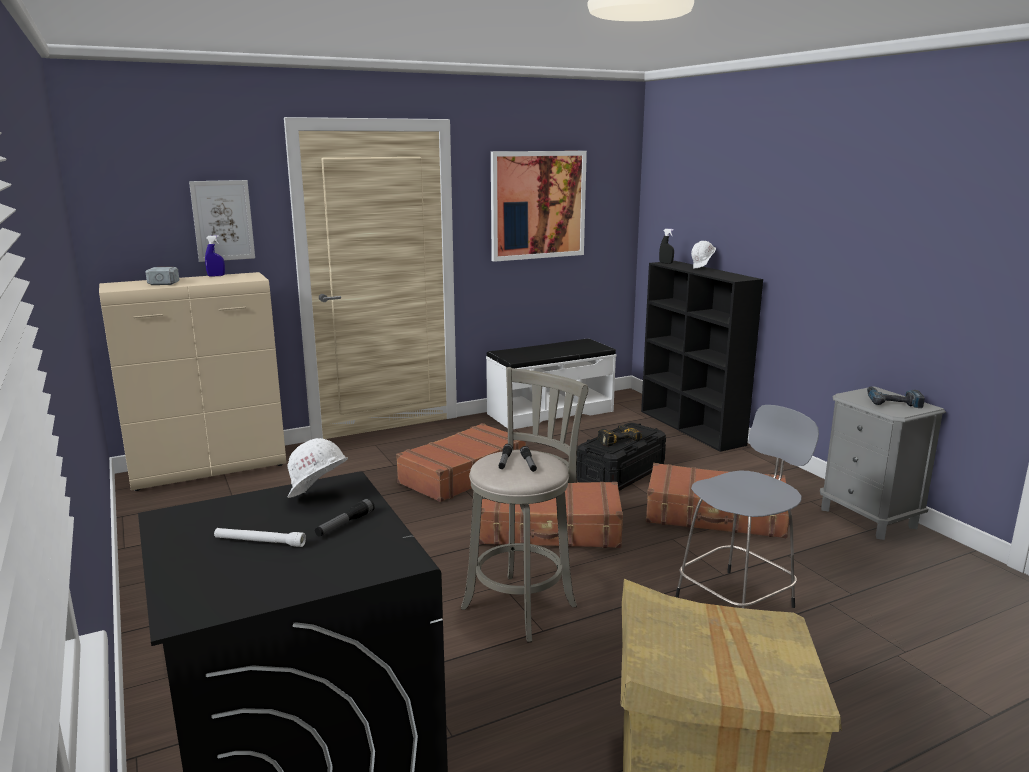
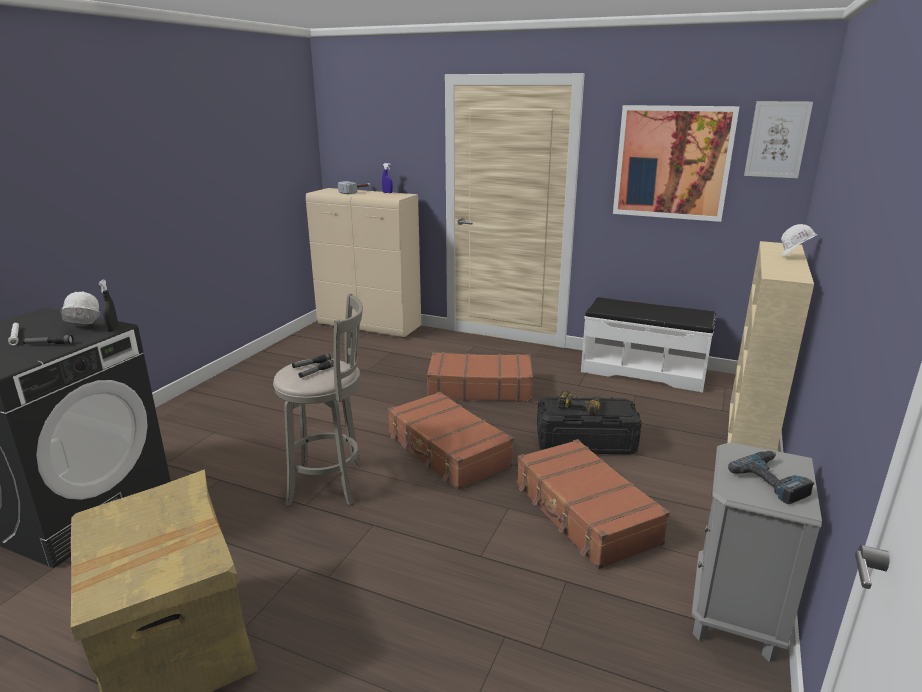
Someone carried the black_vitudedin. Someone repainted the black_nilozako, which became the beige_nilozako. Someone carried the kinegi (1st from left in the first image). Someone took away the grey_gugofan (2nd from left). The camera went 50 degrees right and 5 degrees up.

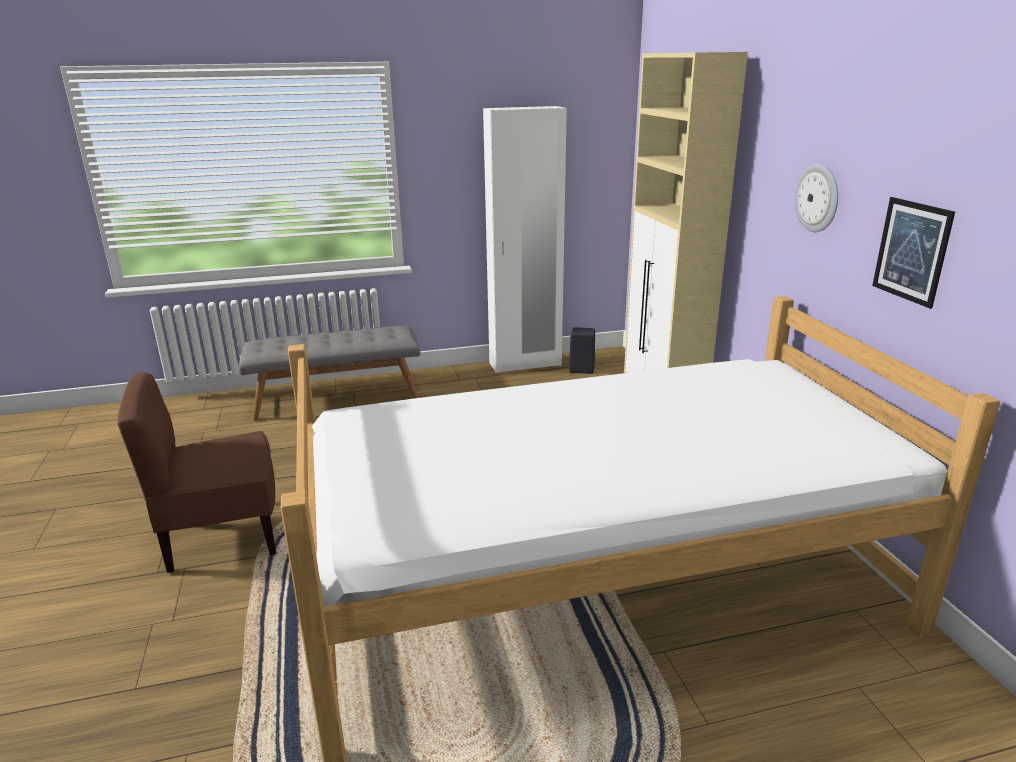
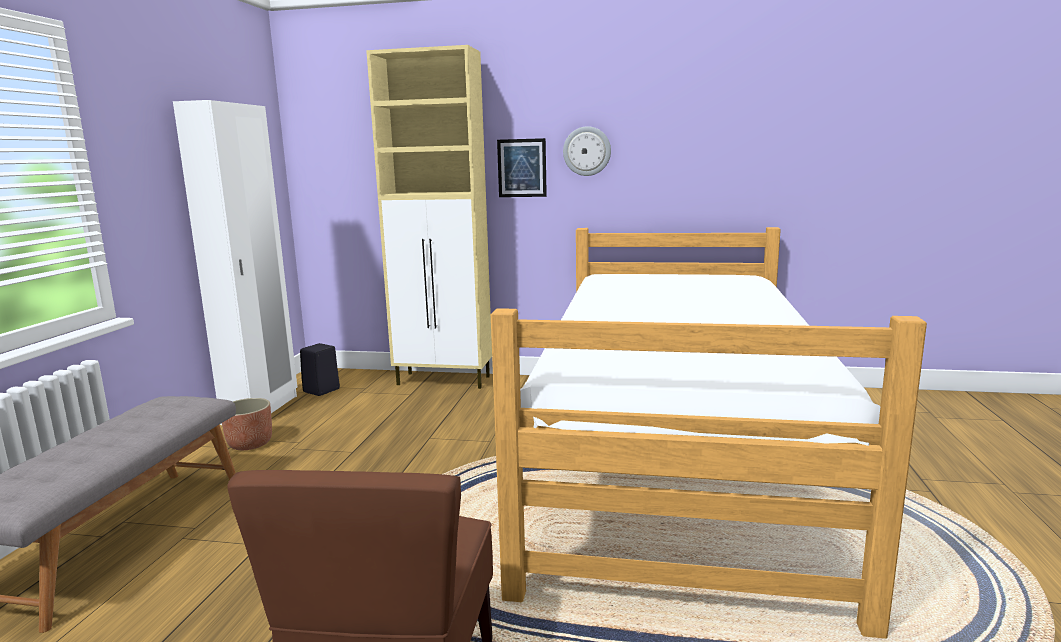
Someone put down the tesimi. Someone carried the kinegi. The camera went 65 degrees left and 10 degrees down.

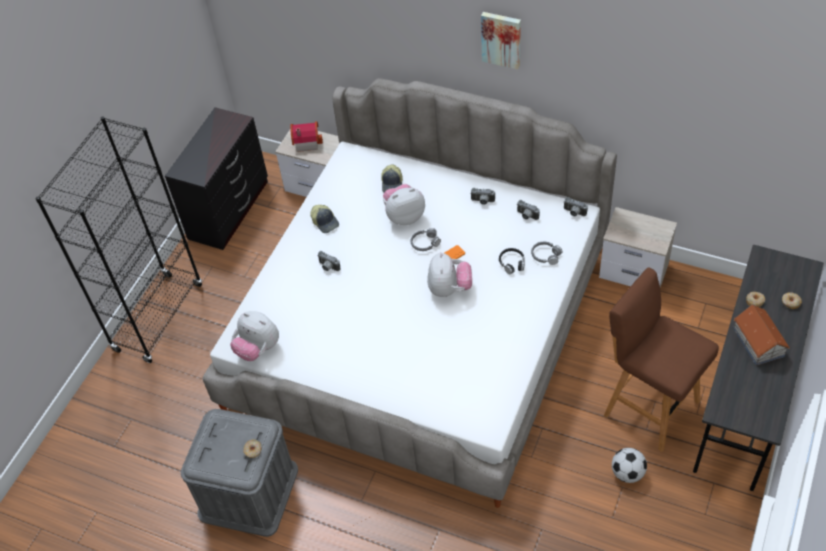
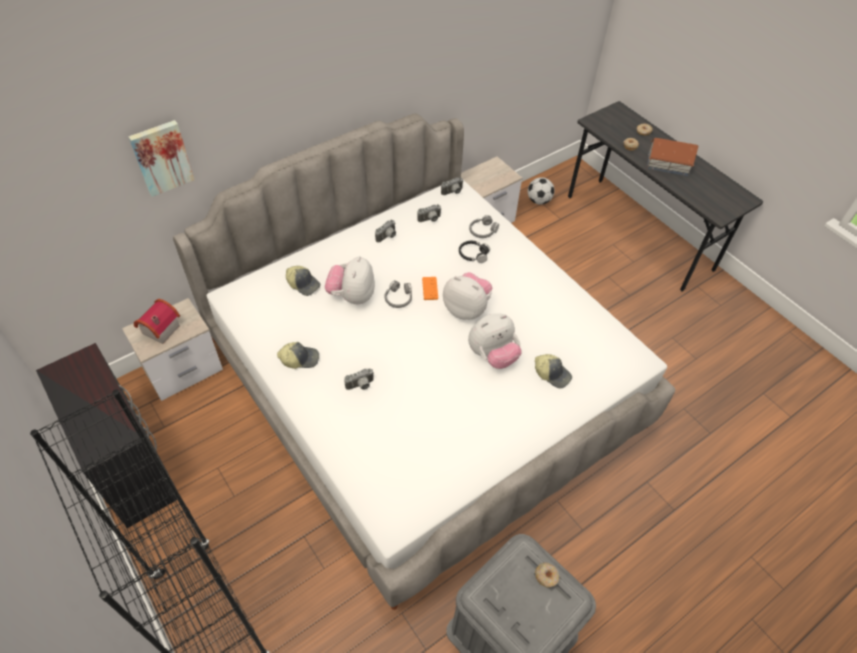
Someone carried the kinegi. Someone carried the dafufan (1st from left in the first image). Someone carried the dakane. Someone put down the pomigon (3rd from left). Someone took away the brown_gugofan. The camera went 65 degrees left and 0 degrees up.

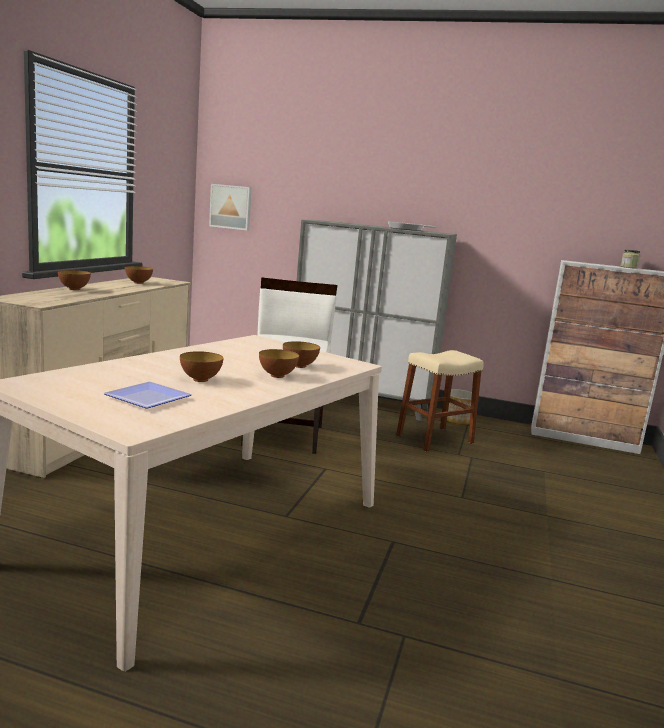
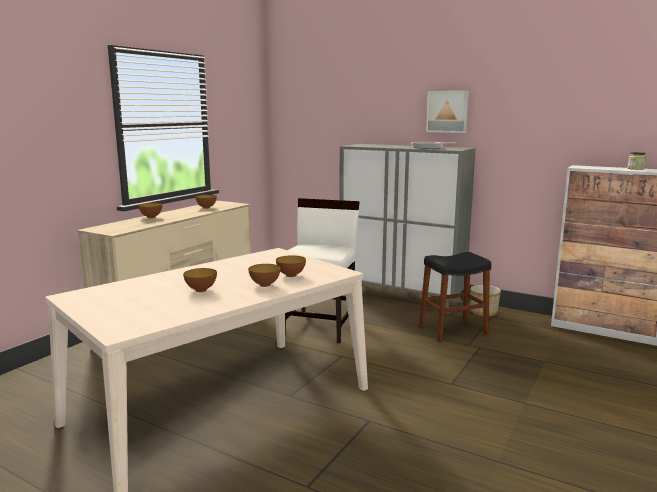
Someone repainted the beige_gugofan, which became the black_gugofan. Someone carried the kinegi. Someone took away the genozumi. The camera went 15 degrees right and 0 degrees up.

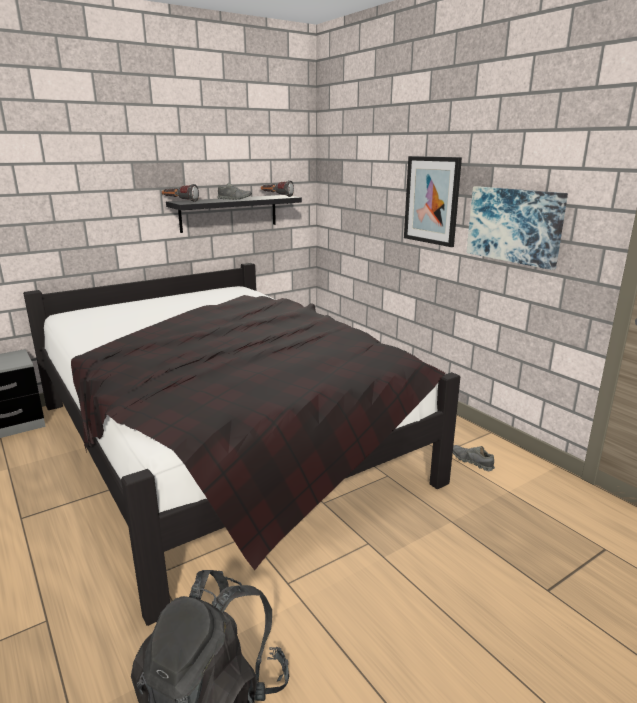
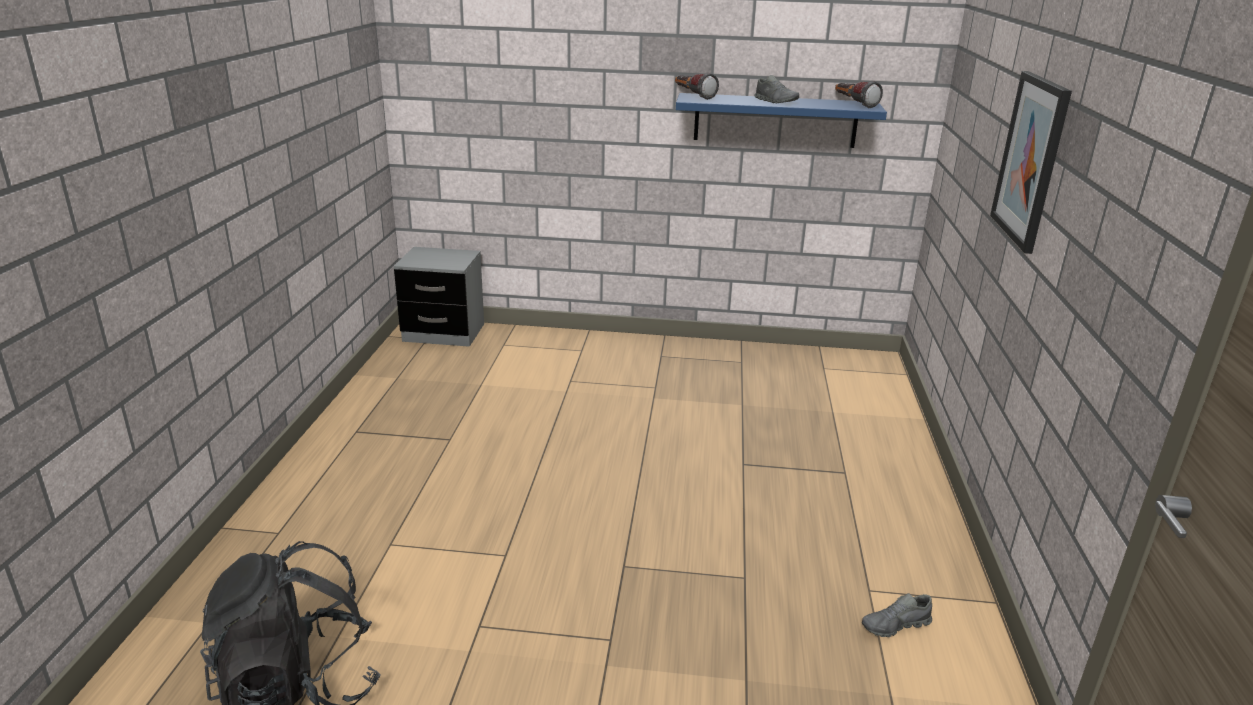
Someone repainted the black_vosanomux, which became the blue_vosanomux. Someone rotated the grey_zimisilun (2nd from left) by 105 degrees counterclockwise. Someone took away the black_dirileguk. Someone took away the kinegi (2nd from left). The camera went 40 degrees right and 5 degrees up.

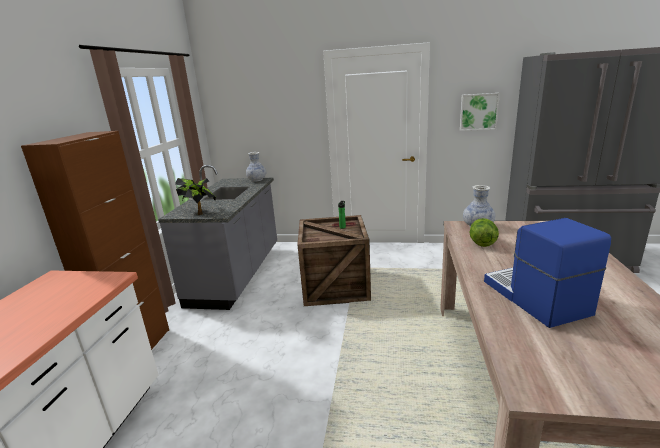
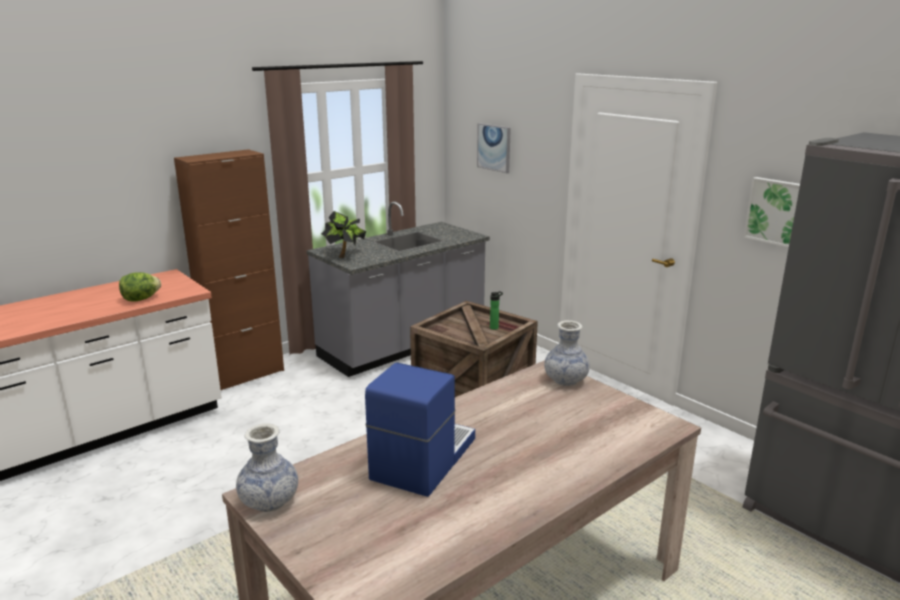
Someone carried the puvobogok. Someone carried the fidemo (1st from left). Someone put up the kinegi (1st from left). The camera went 40 degrees right and 0 degrees up.

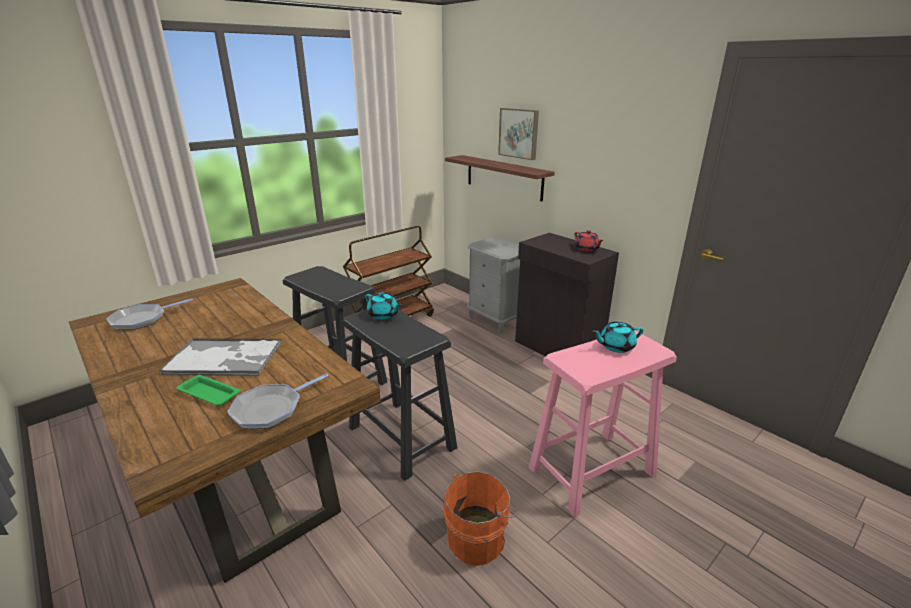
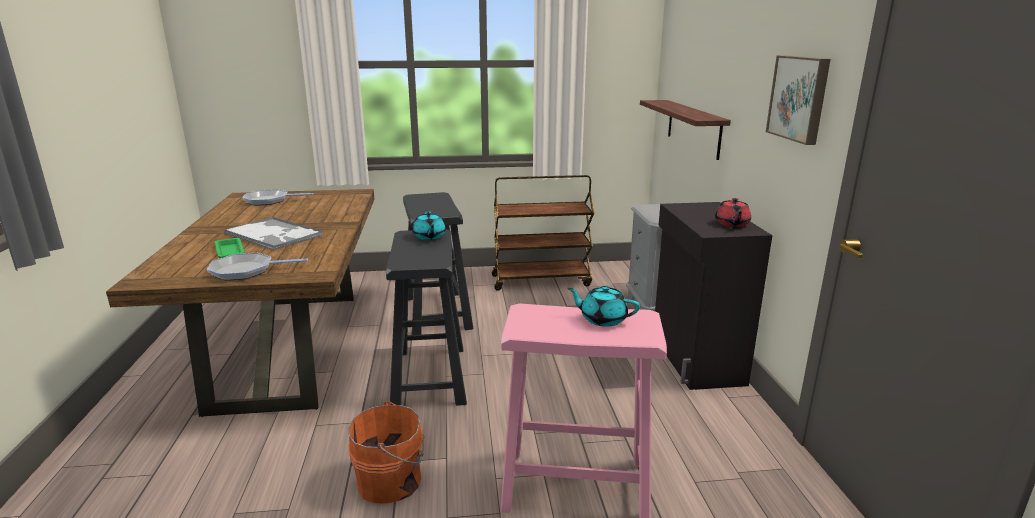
Someone carried the kinegi. The camera went 35 degrees right and 5 degrees down.

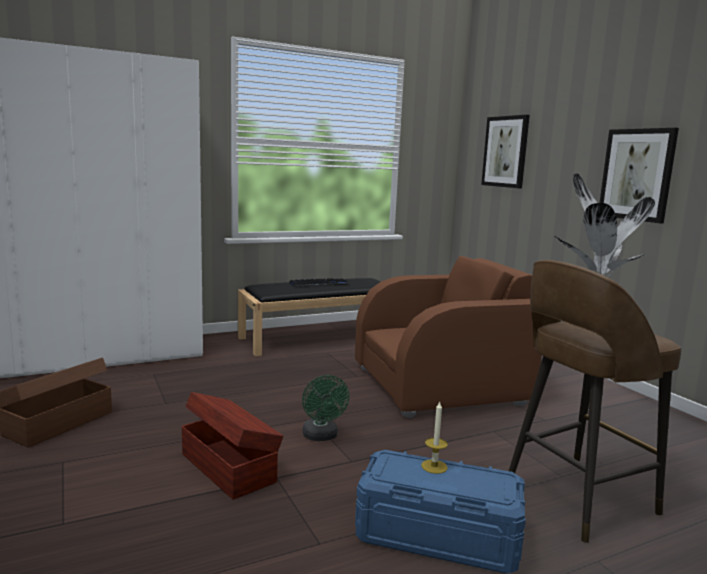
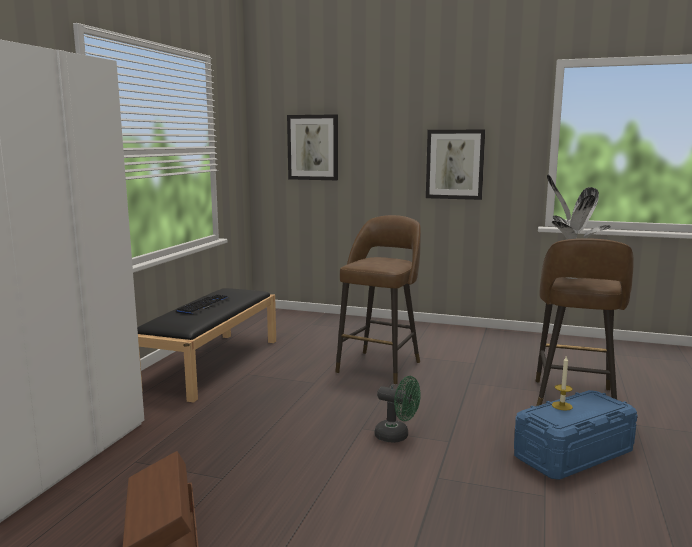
Someone swapped the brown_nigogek for the brown_gugofan (1st from left). Someone took away the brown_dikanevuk (2nd from left). The camera went 45 degrees left and 0 degrees up.

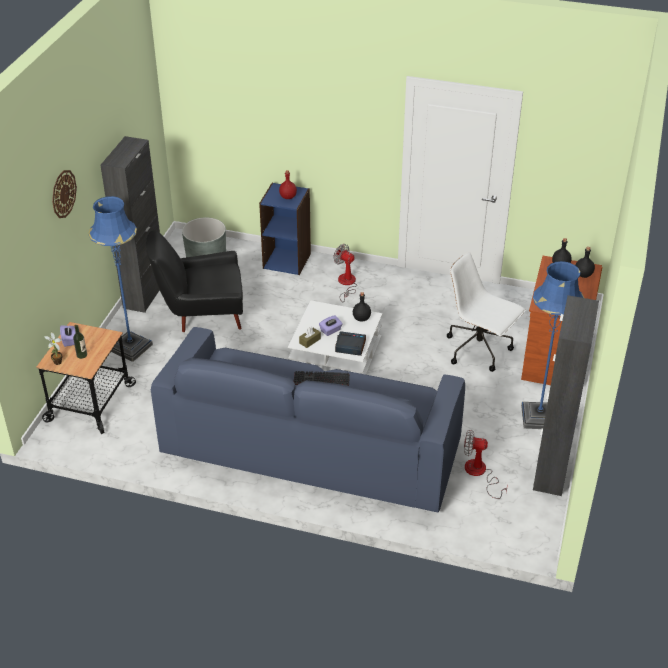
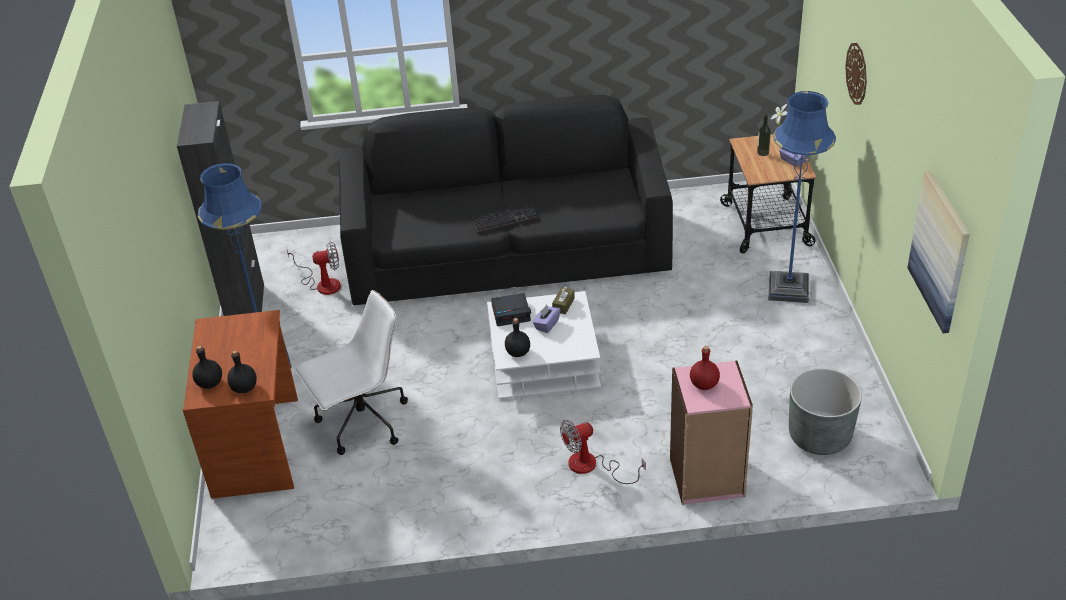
Someone rotated the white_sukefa by 45 degrees counterclockwise. Someone repainted the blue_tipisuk, which became the black_tipisuk. Someone rotated the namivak (1st from left in the first image) by 135 degrees clockwise. Someone repainted the blue_nilozako, which became the pink_nilozako. Someone put up the kinegi. Someone took away the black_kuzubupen (1st from left). Someone took away the black_nigogek. The camera went 160 degrees right and 0 degrees up.

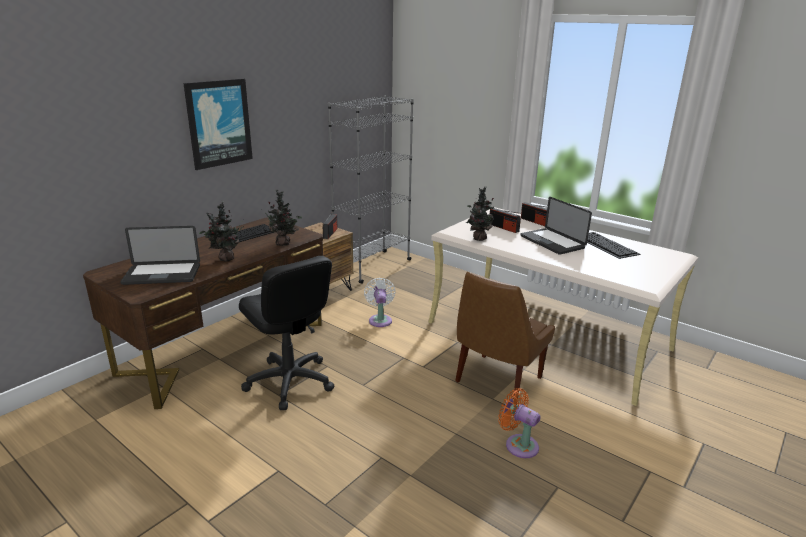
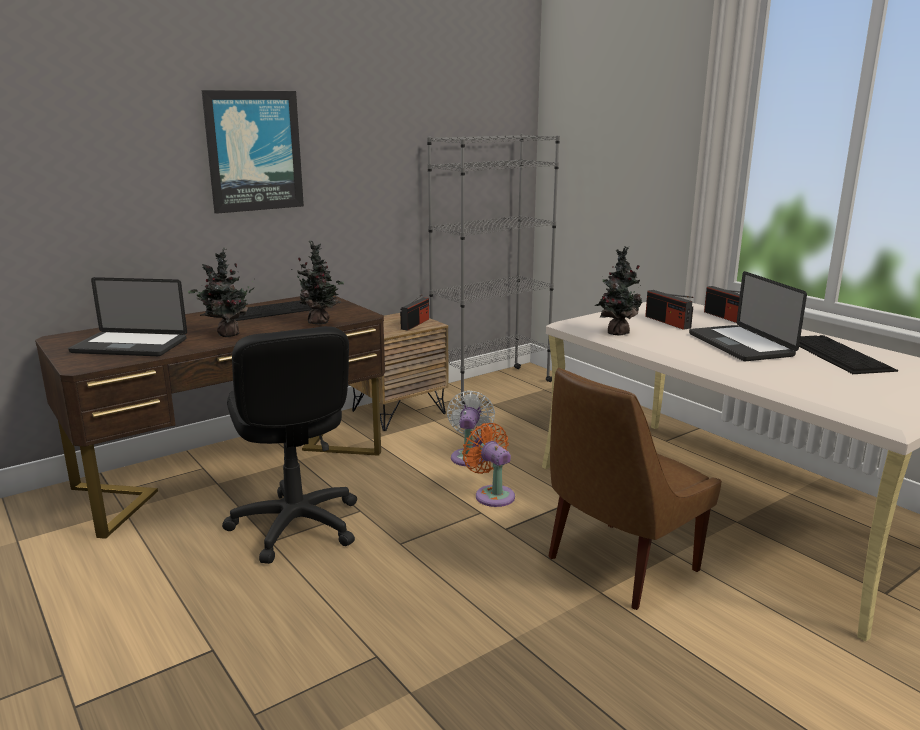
Someone carried the orange_namivak. The camera went 15 degrees right and 5 degrees down.

